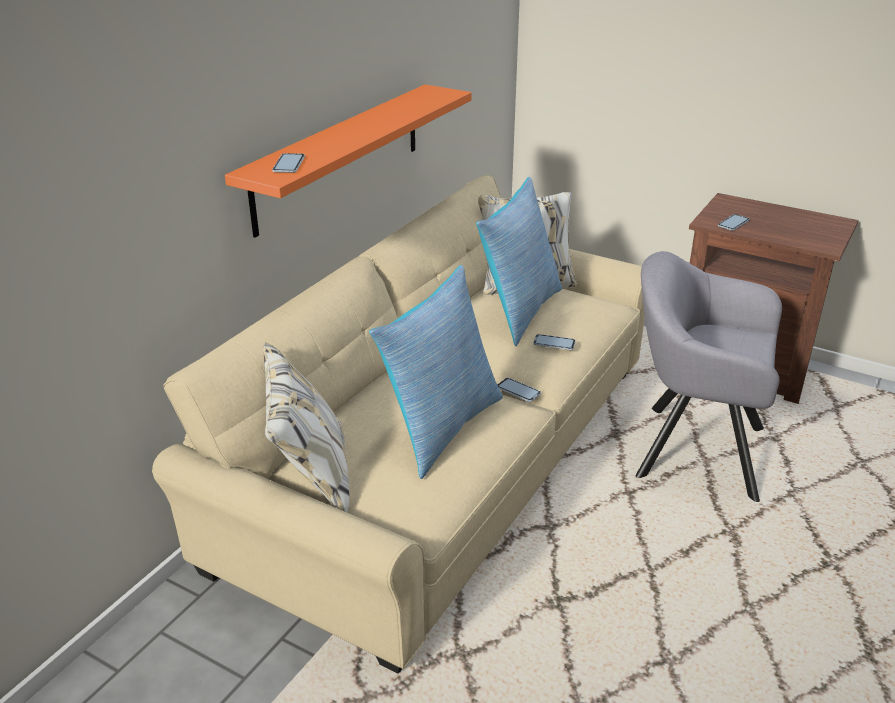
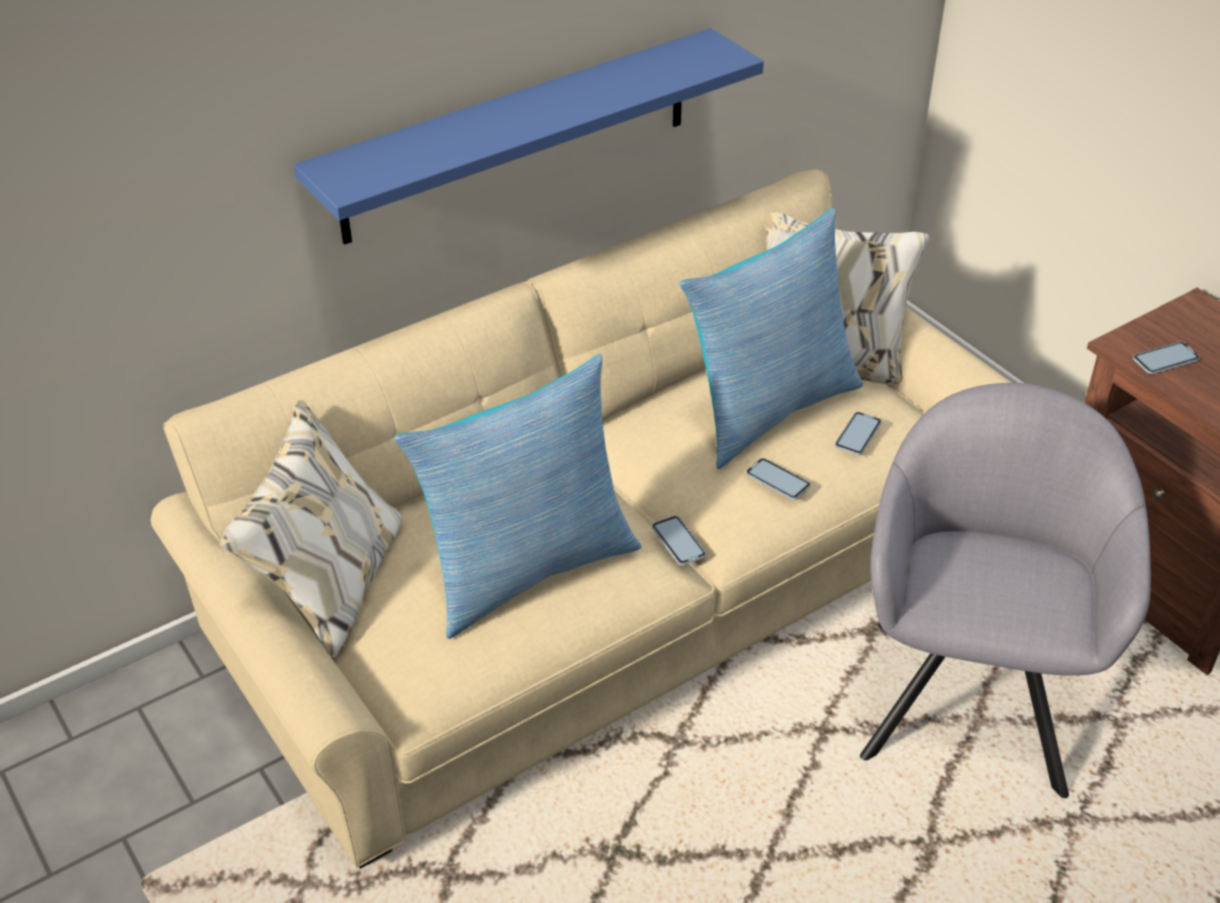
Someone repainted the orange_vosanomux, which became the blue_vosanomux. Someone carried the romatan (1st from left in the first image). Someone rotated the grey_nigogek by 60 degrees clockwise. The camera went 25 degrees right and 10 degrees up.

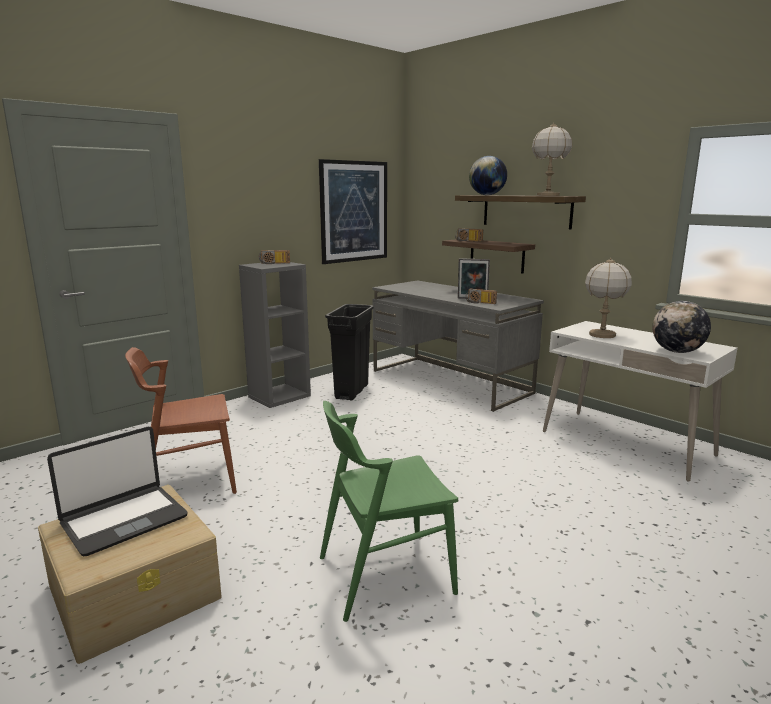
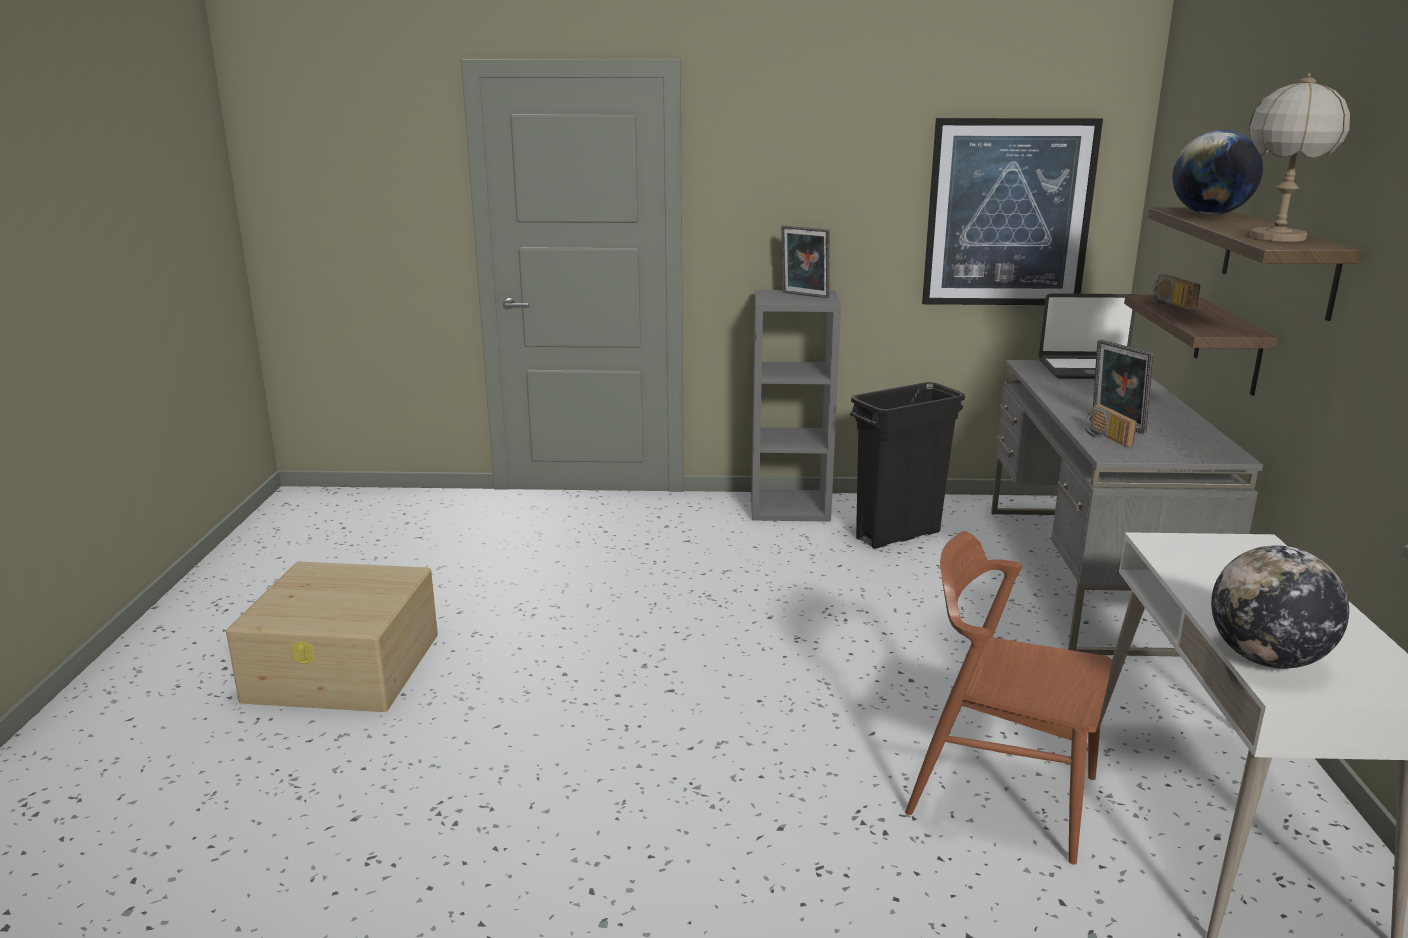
Someone swapped the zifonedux (1st from left) for the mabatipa (1st from left). Someone carried the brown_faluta. Someone carried the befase. Someone took away the green_faluta. Someone took away the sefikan (2nd from left). The camera went 45 degrees right and 5 degrees up.

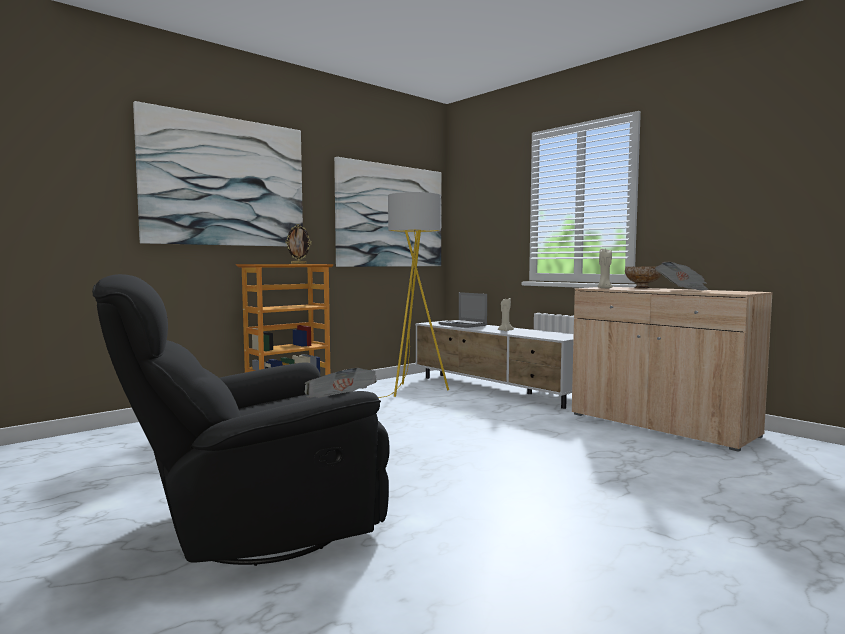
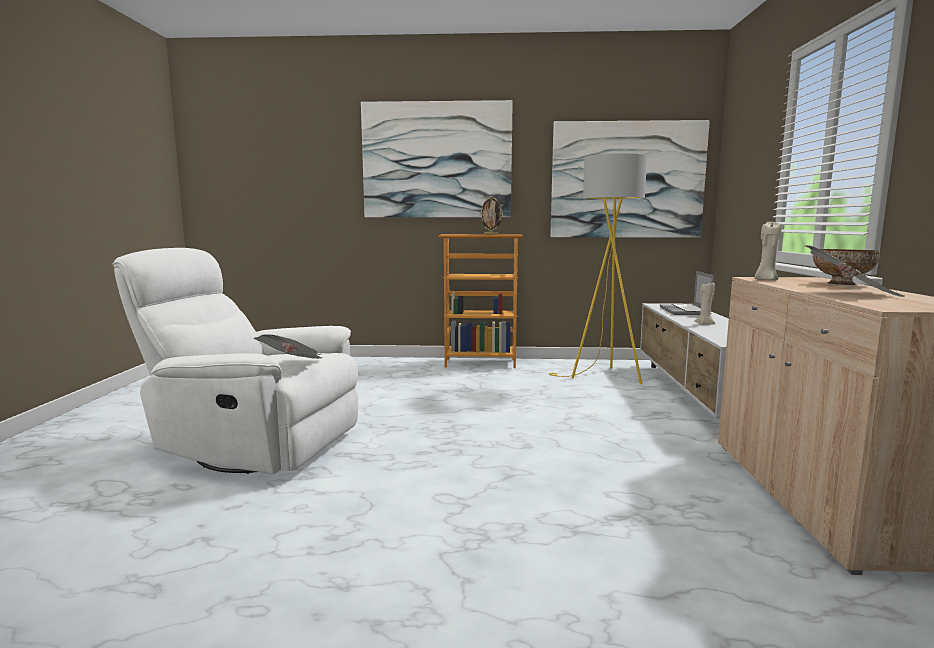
Someone repainted the black_nigogek, which became the white_nigogek. The camera went 45 degrees right and 5 degrees up.

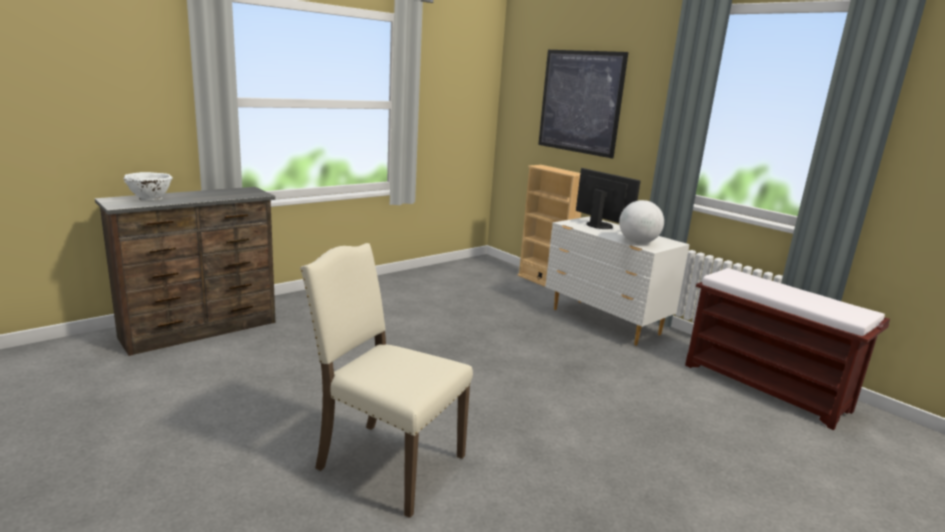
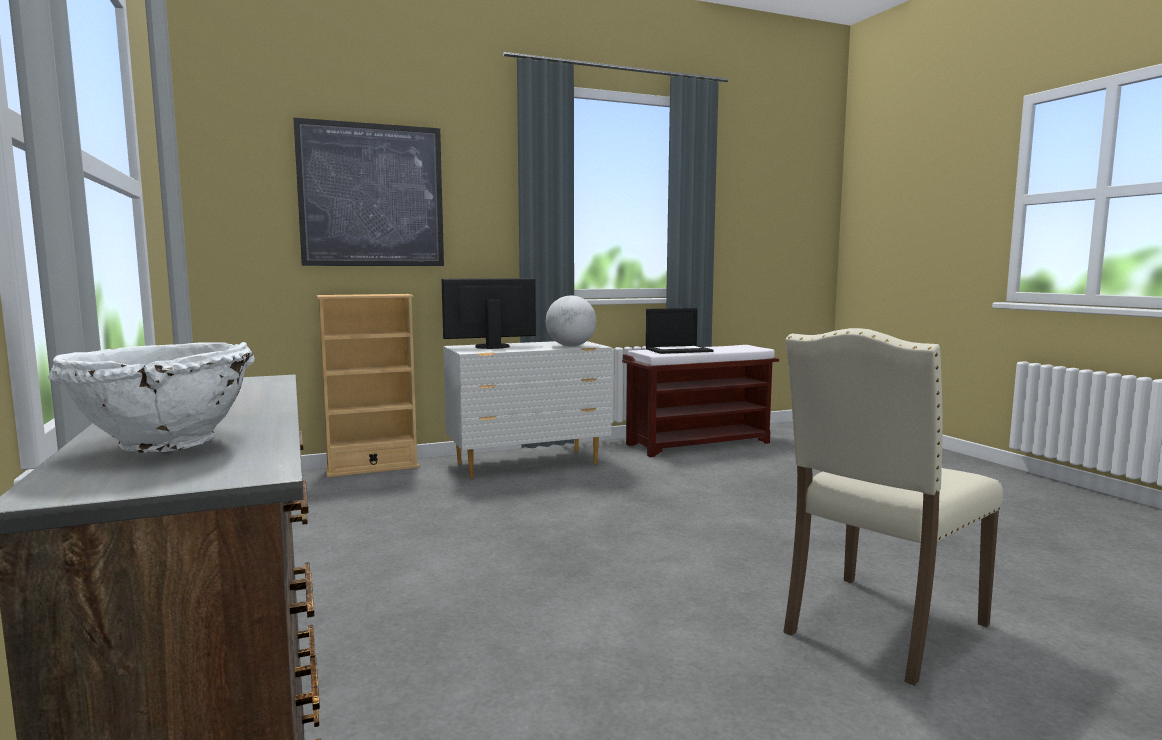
Someone put down the befase. The camera went 70 degrees left and 10 degrees down.

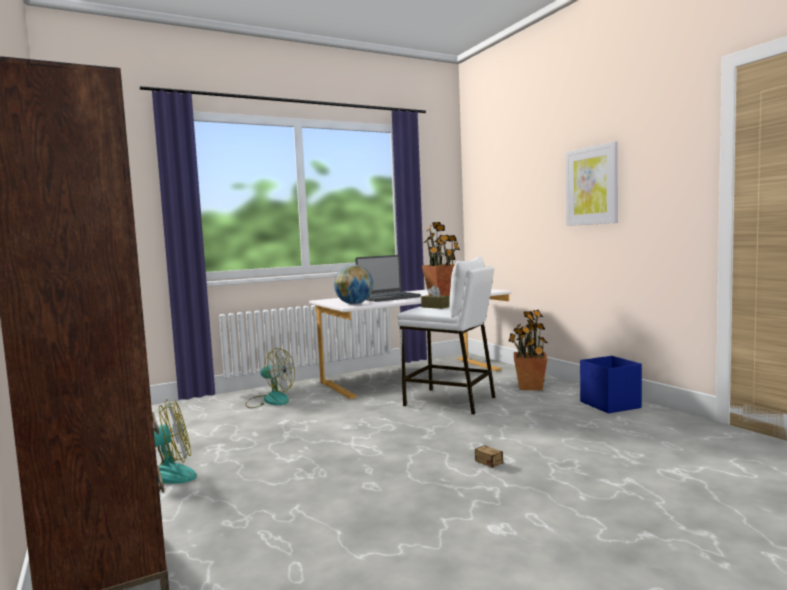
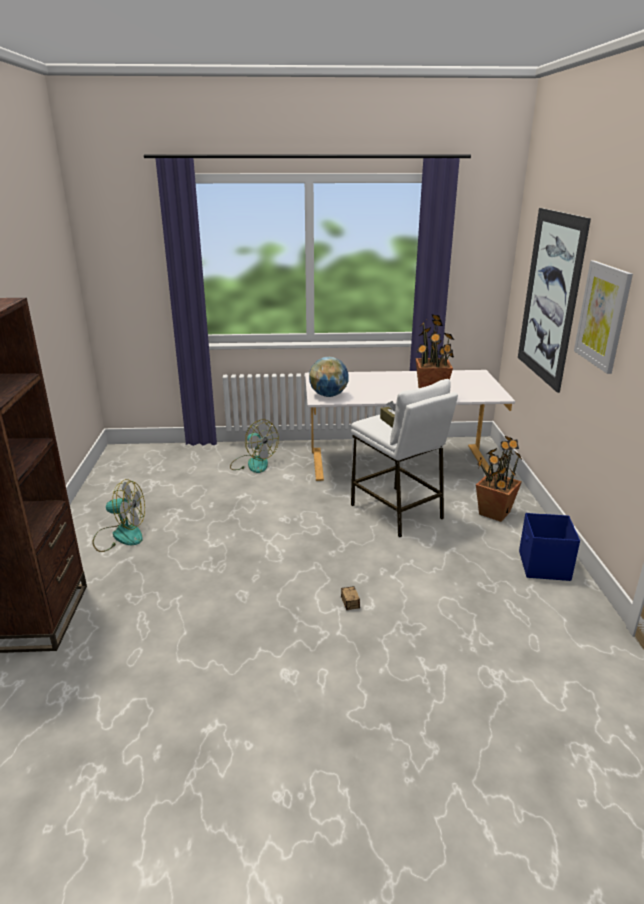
Someone put up the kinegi (1st from left). Someone took away the befase. The camera went 25 degrees right and 20 degrees up.

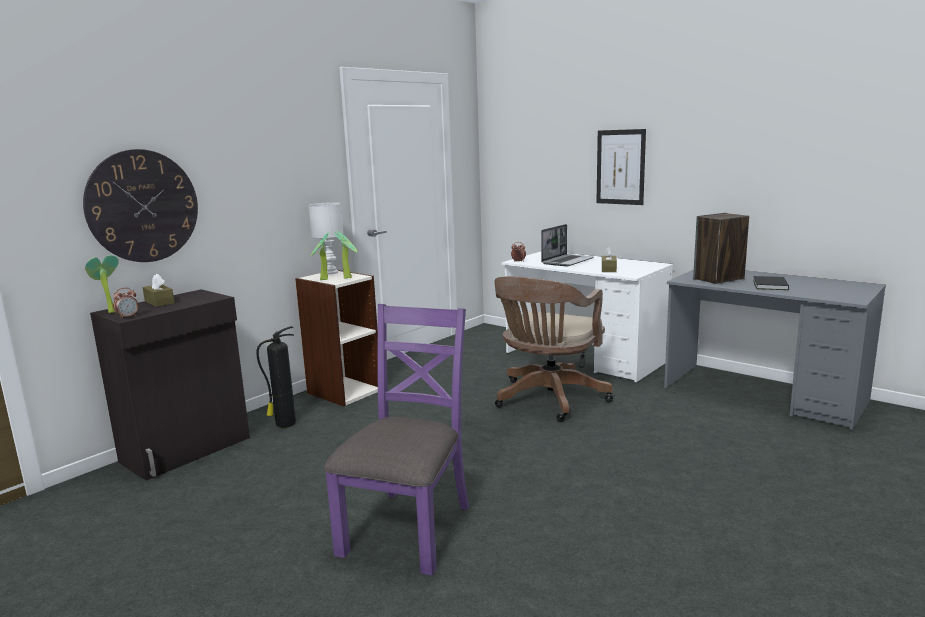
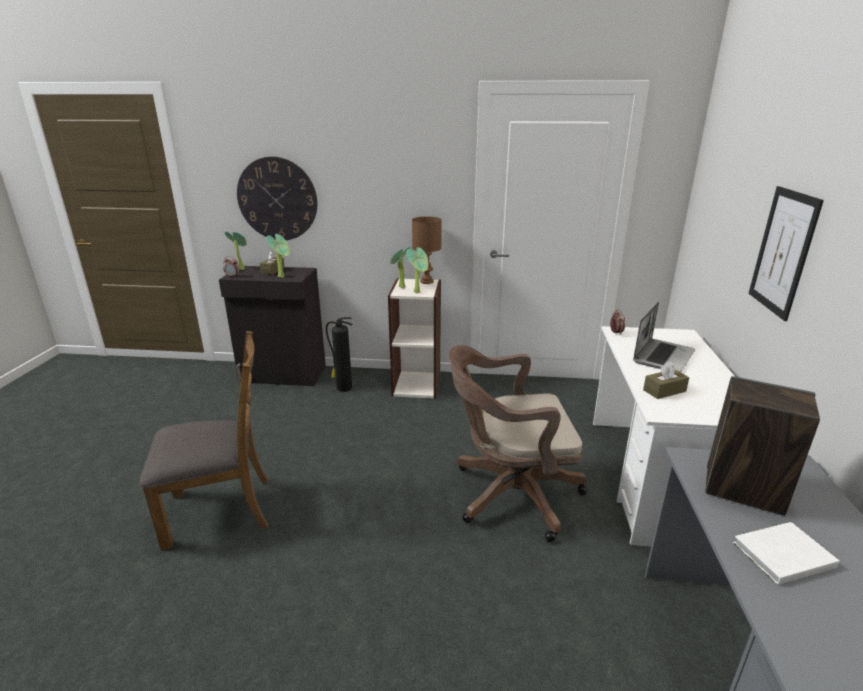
Someone repainted the purple_faluta, which became the brown_faluta. Someone put down the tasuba (2nd from left). Someone repainted the white_sefikan, which became the brown_sefikan. Someone rotated the befase by 60 degrees counterclockwise. Someone repainted the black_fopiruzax, which became the white_fopiruzax. The camera went 55 degrees right and 10 degrees up.

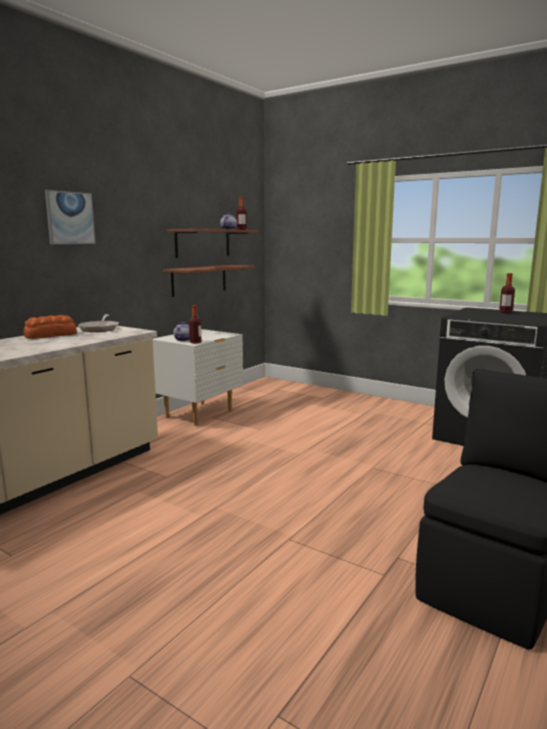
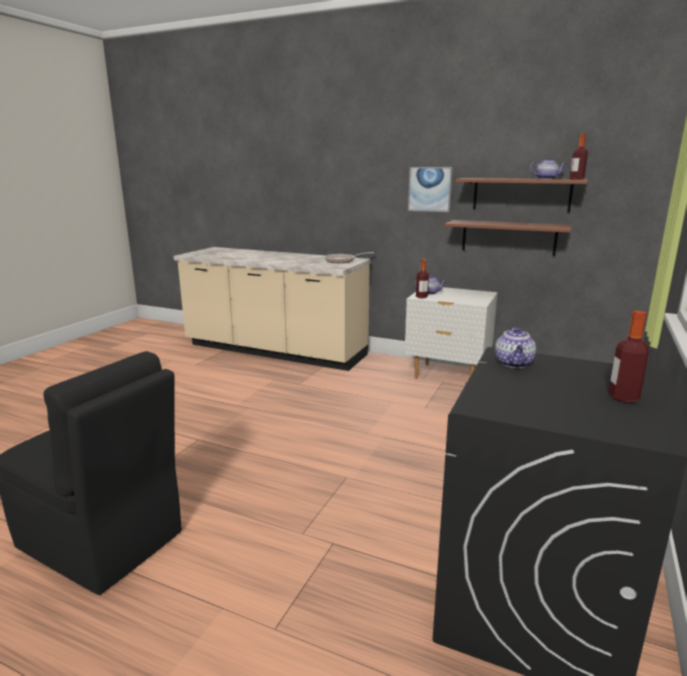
Someone carried the kinegi. Someone put down the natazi (2nd from left). Someone took away the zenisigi. The camera went 80 degrees right and 5 degrees up.

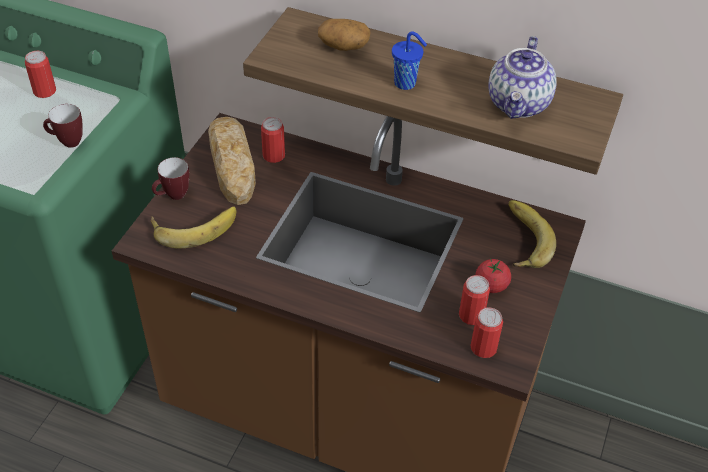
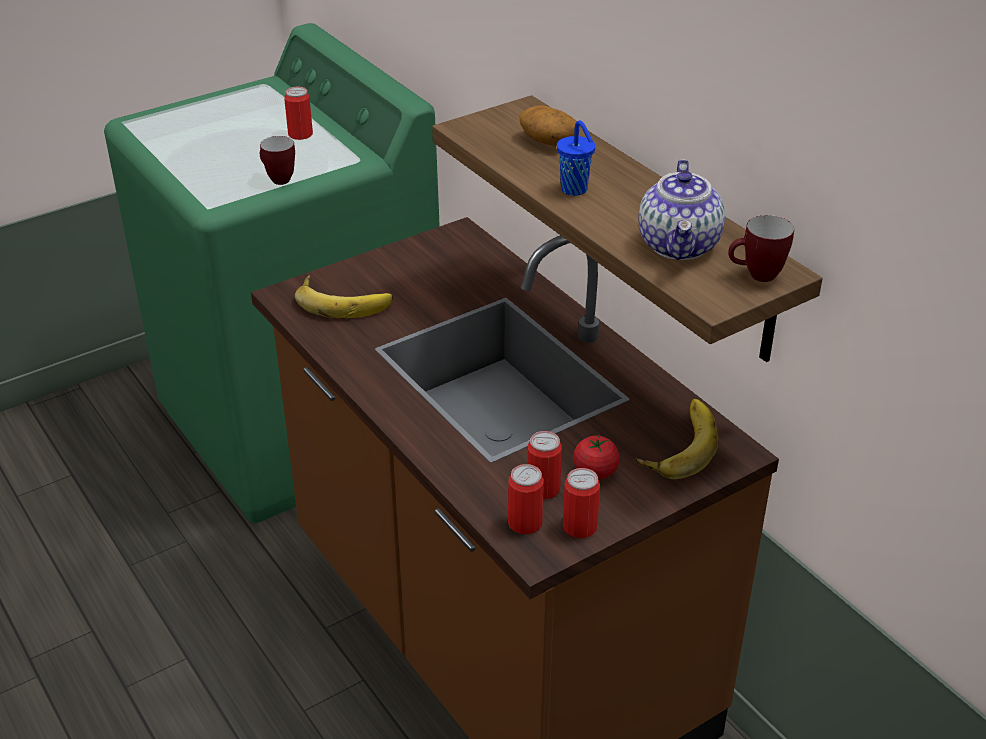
Someone carried the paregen (2nd from left in the first image). Someone rotated the natazi by 45 degrees counterclockwise. Someone carried the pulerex (2nd from left). Someone took away the zenisigi. The camera went 35 degrees right and 10 degrees down.

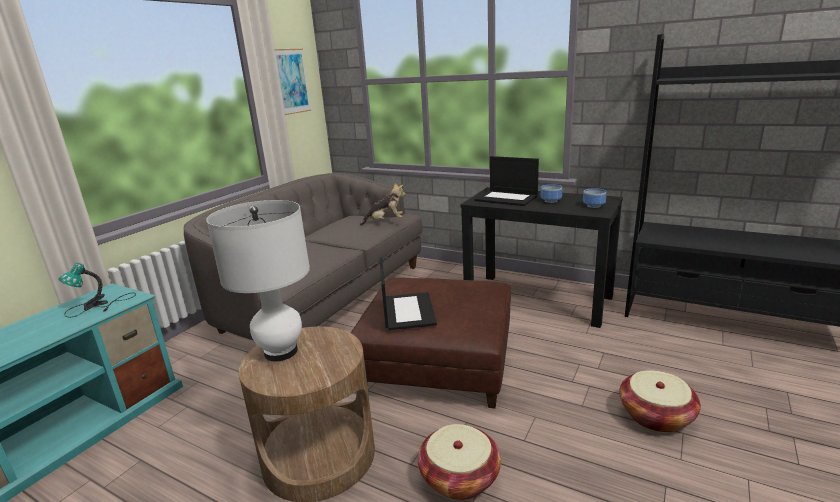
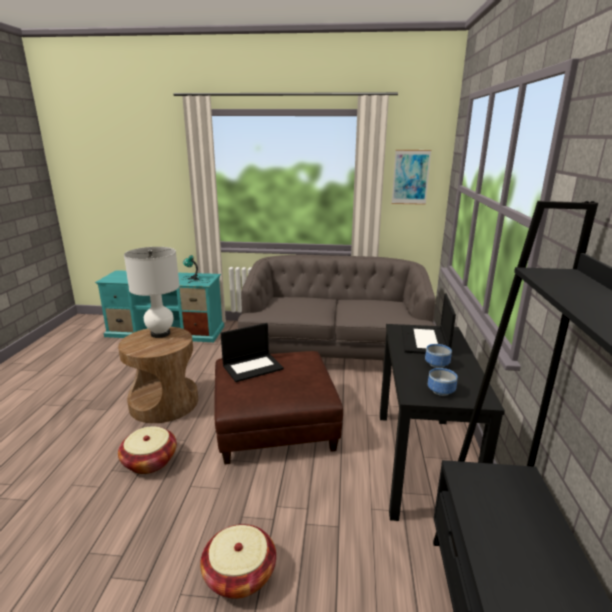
Someone took away the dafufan. The camera went 65 degrees right and 0 degrees up.

